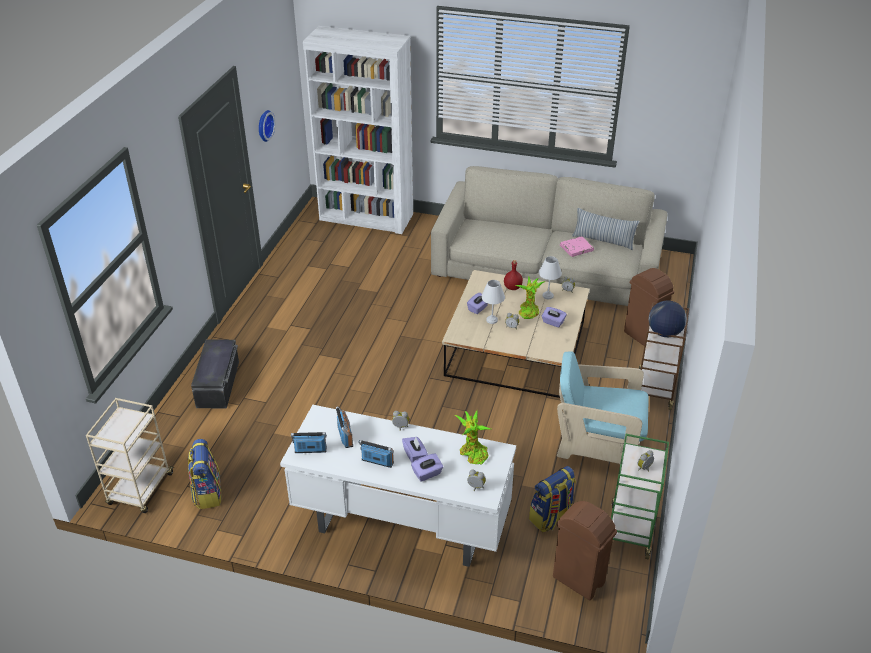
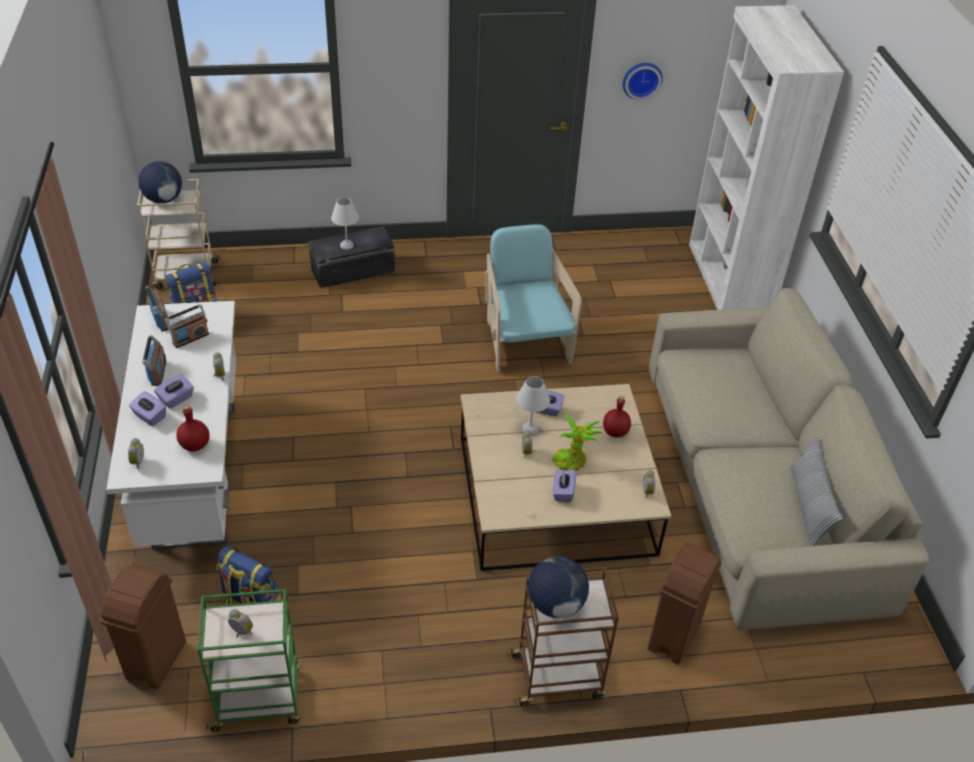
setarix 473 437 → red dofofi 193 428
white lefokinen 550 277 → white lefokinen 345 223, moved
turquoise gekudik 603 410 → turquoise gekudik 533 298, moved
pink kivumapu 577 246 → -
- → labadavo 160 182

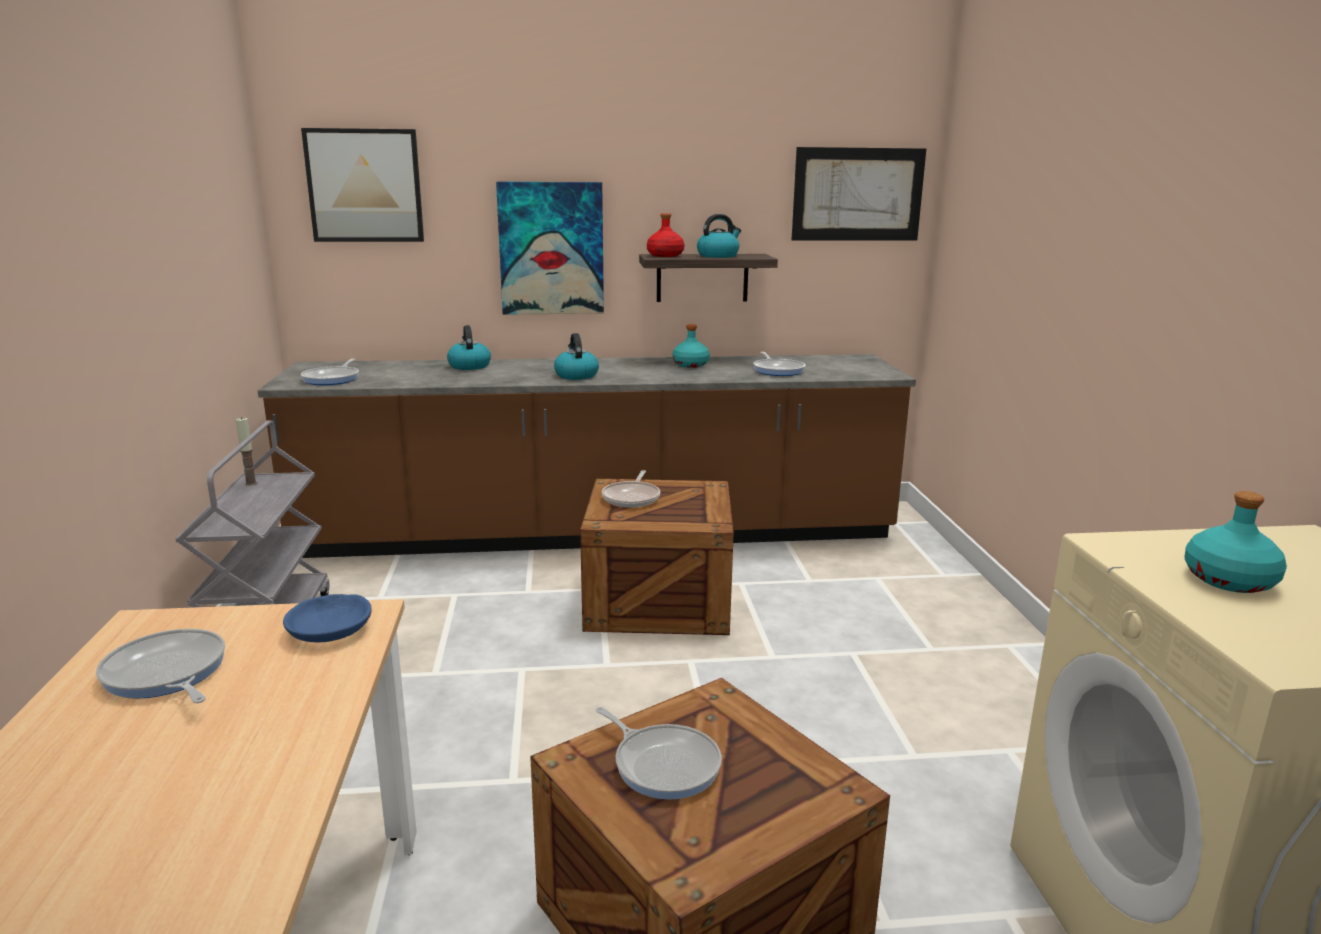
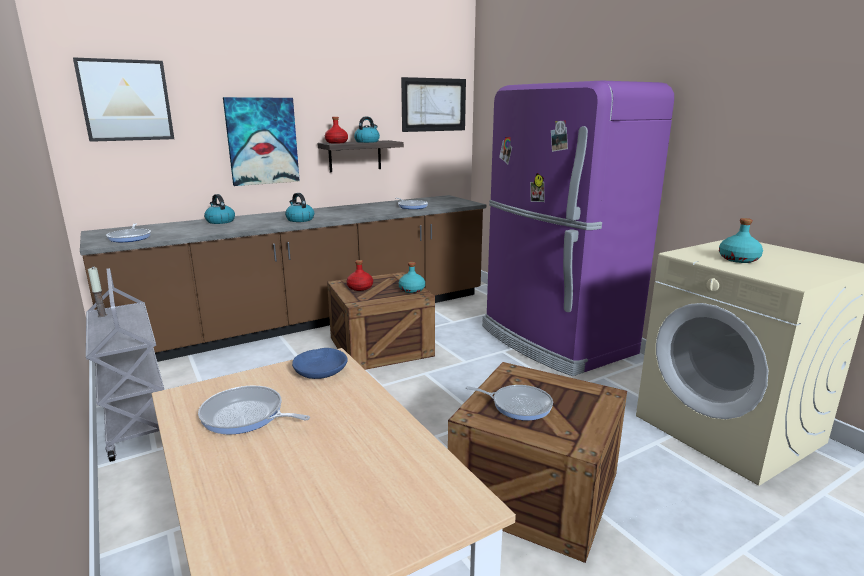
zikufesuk 631 489 → red dofofi 360 275
turquoise dofofi 691 346 → turquoise dofofi 412 277, moved
- → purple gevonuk 578 228

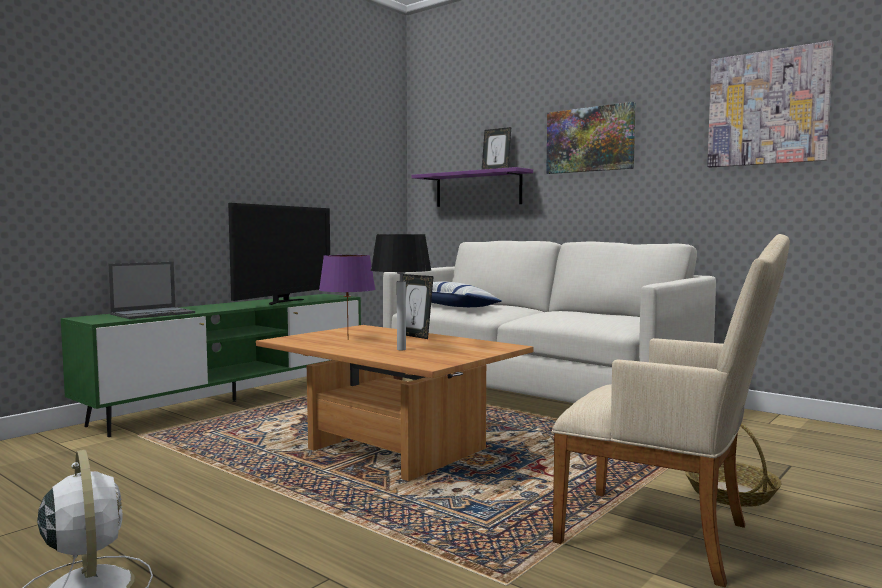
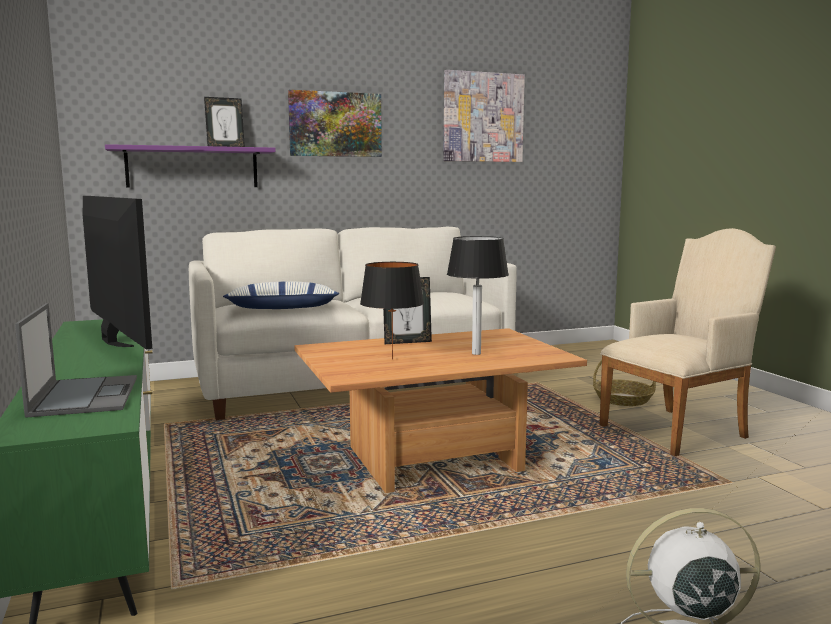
purple lefokinen 347 291 → black lefokinen 392 311

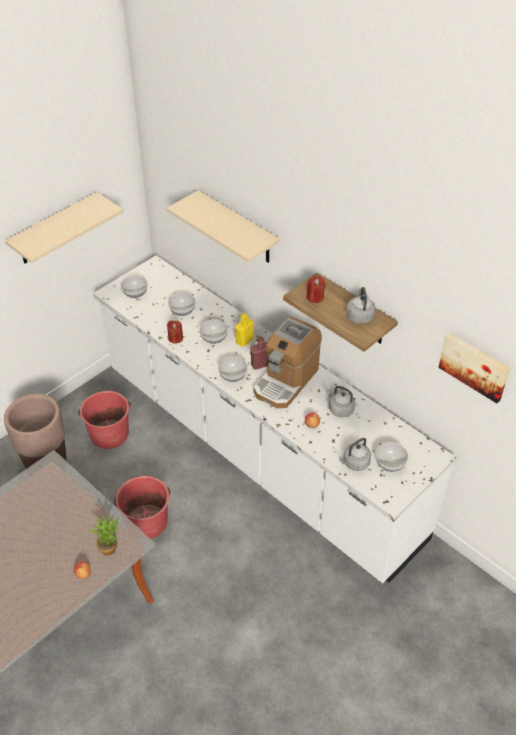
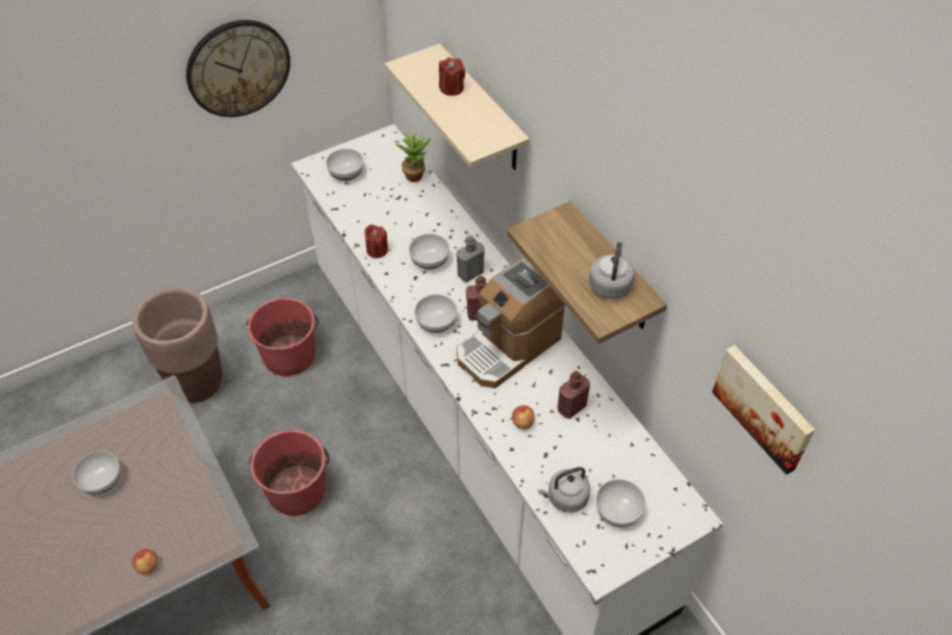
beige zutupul 64 228 → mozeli 238 68
setarix 103 534 → setarix 412 156, moved
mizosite 181 304 → mizosite 96 473, moved
yellow dofofi 244 330 → grey dofofi 470 258
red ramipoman 316 289 → red ramipoman 452 76, moved
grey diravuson 340 401 → red dofofi 573 395

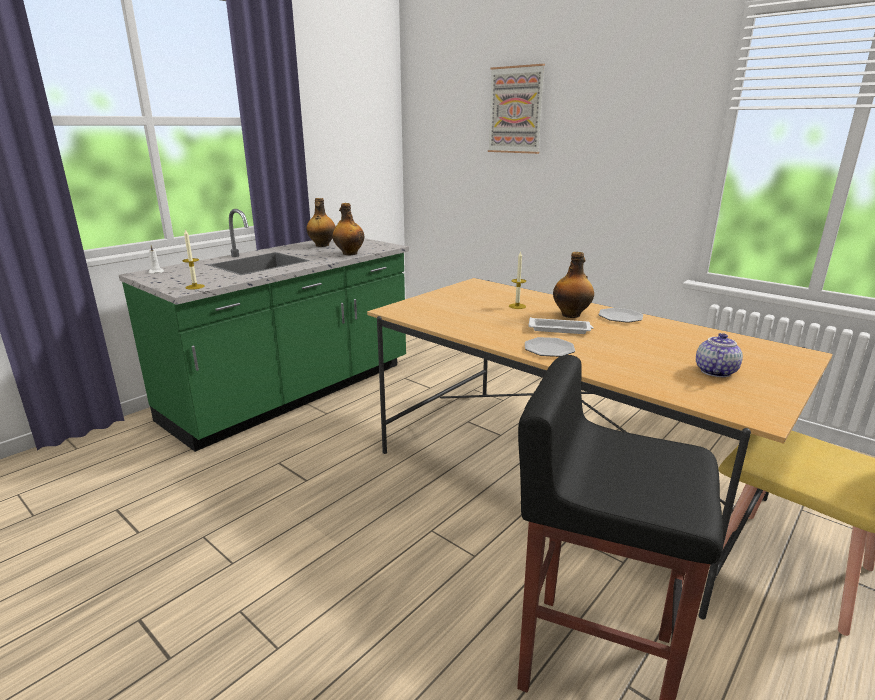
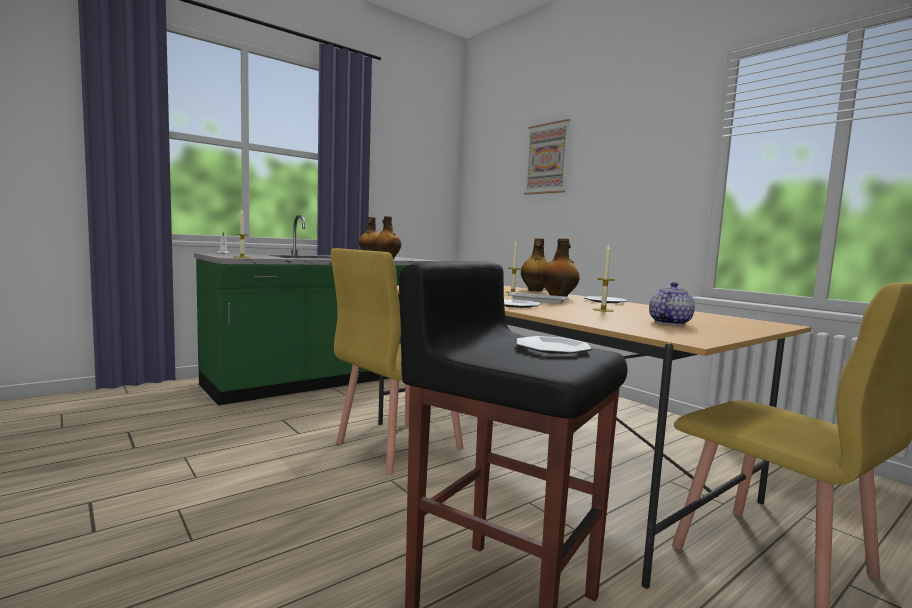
- → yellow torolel 397 361
- → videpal 554 345
- → dofofi 535 264
- → ramipoman 604 278

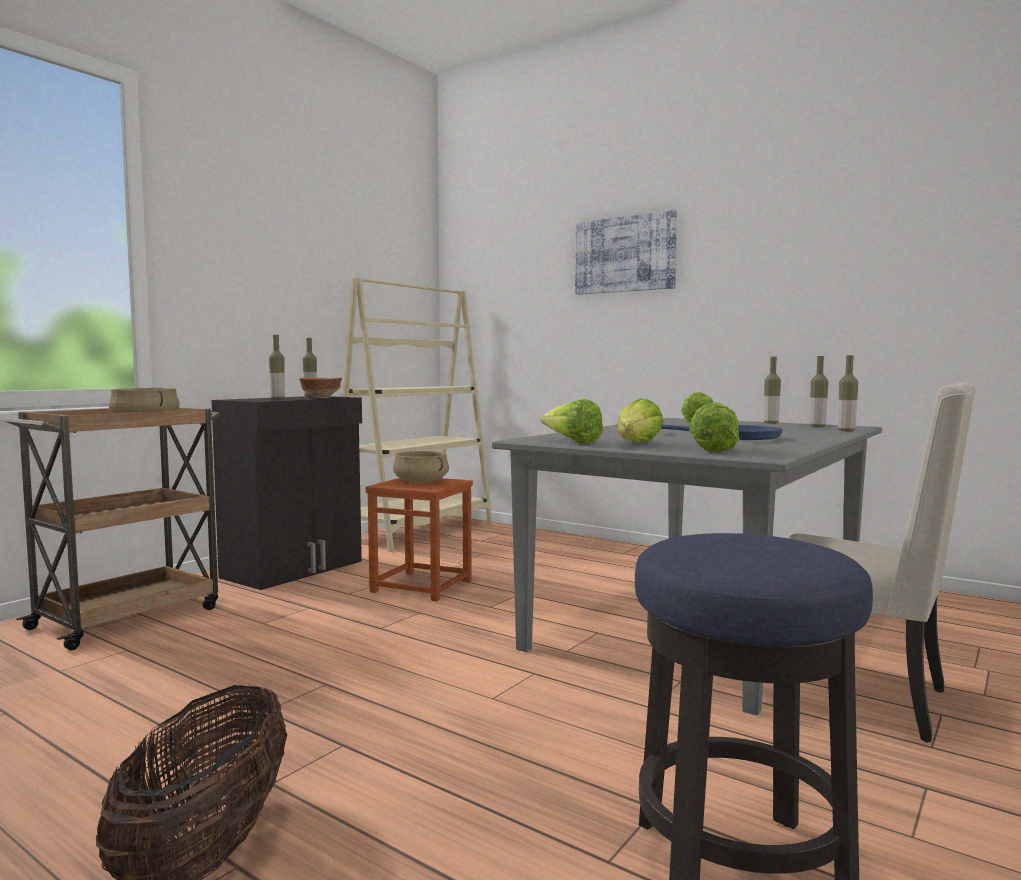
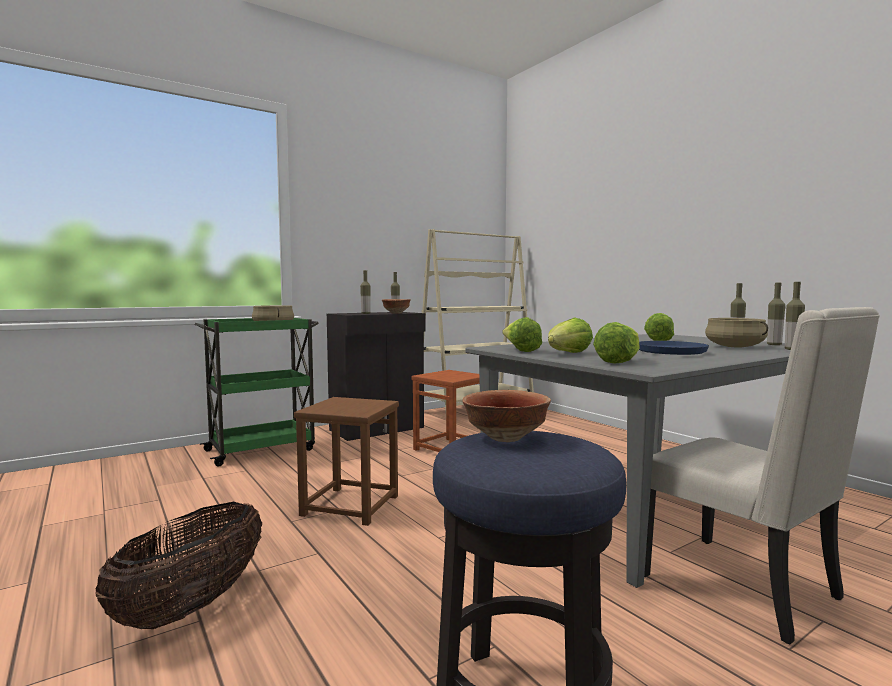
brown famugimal 112 528 → green famugimal 256 392
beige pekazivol 421 467 → beige pekazivol 736 333, moved
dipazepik 626 252 → -
- → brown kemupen 346 461
- → mizosite 506 416

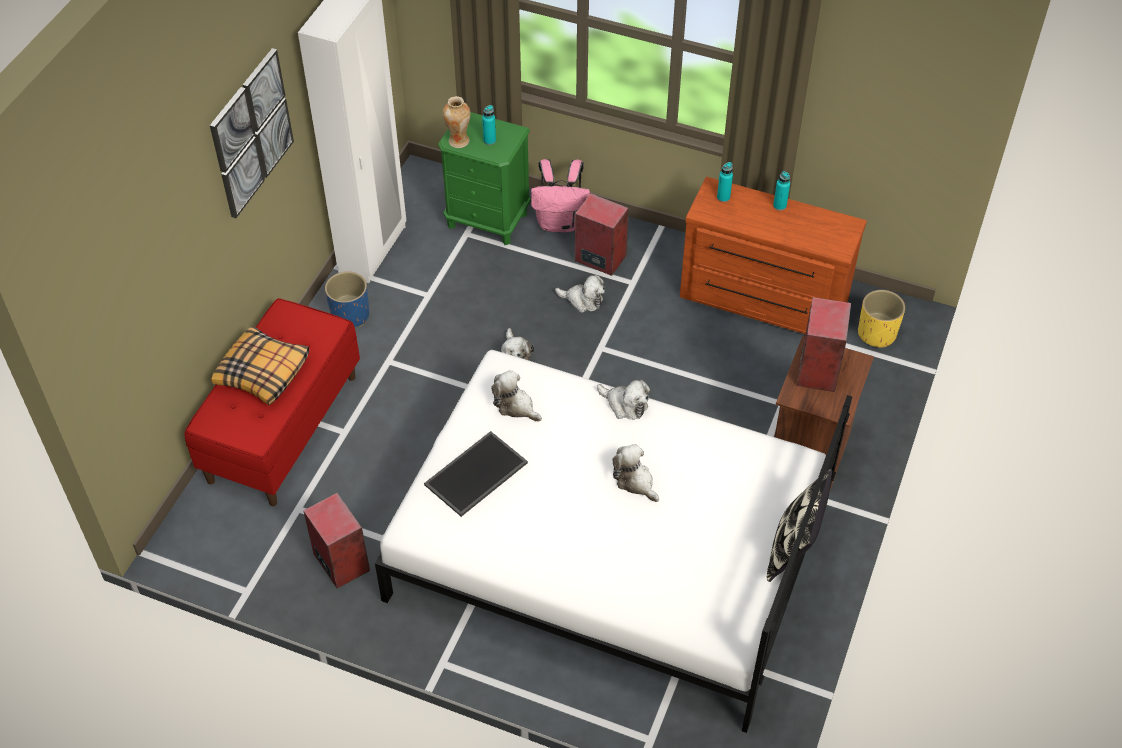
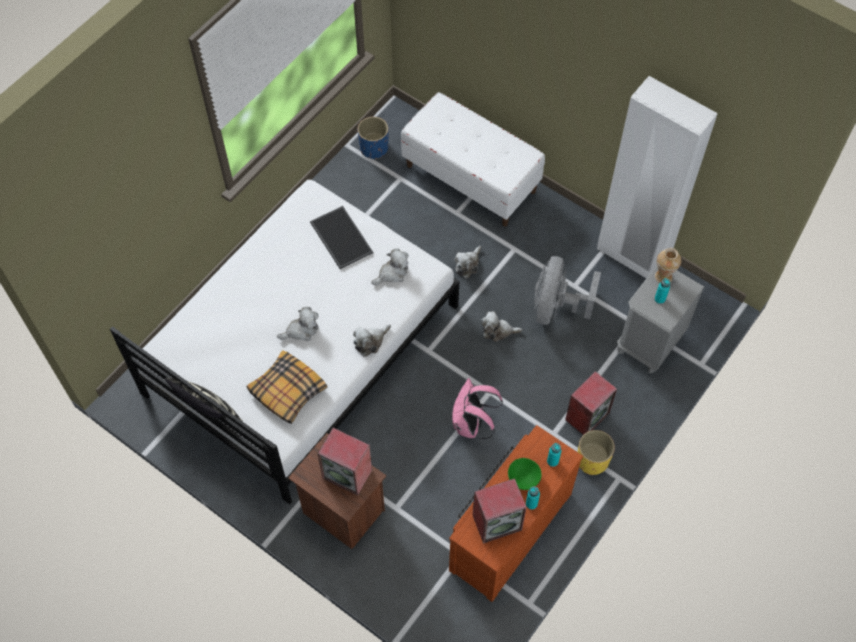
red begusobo 272 402 → white begusobo 473 159
dipazepik 252 133 → -
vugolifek 260 365 → vugolifek 286 387, moved
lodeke 336 541 → lodeke 499 511, moved
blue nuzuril 347 299 → blue nuzuril 373 138, moved
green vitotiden 484 178 → grey vitotiden 660 319
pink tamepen 560 195 → pink tamepen 477 408, moved
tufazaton 580 294 → tufazaton 467 262, moved
yellow nuzuril 881 319 → yellow nuzuril 596 452, moved
- → green mizosite 525 474
- → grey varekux 567 290

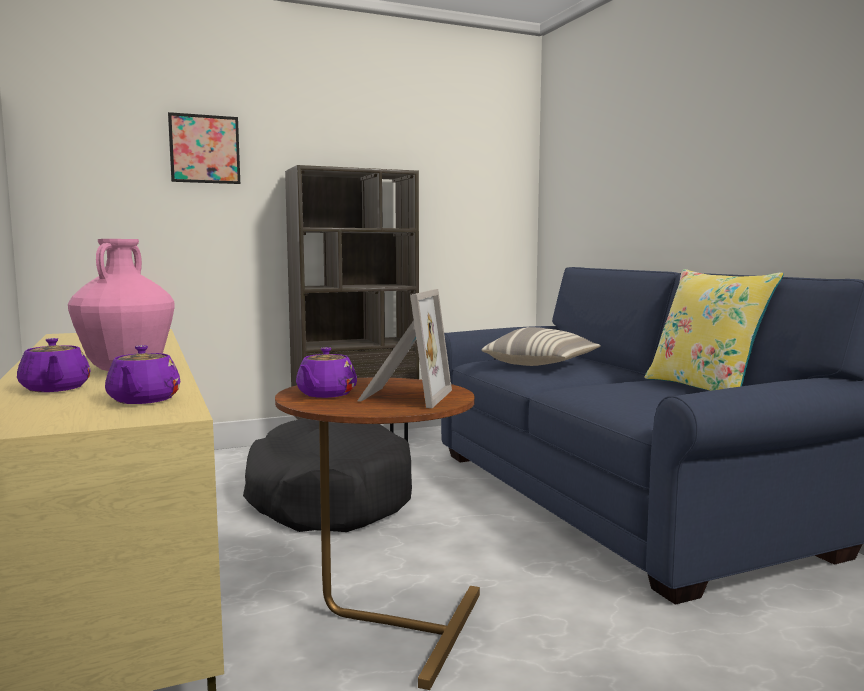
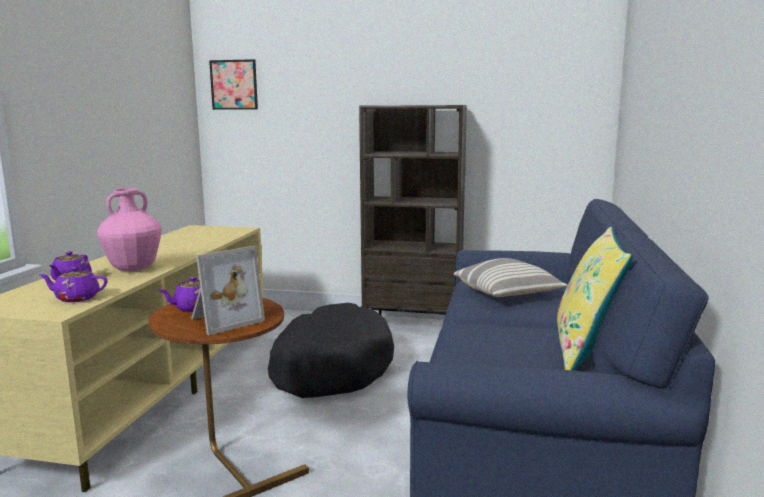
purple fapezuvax 142 374 → purple fapezuvax 73 284, 60 degrees clockwise
dipazepik 204 148 → dipazepik 233 84, moved

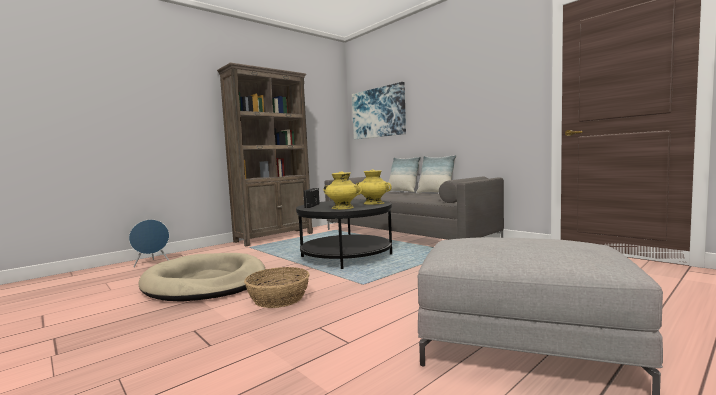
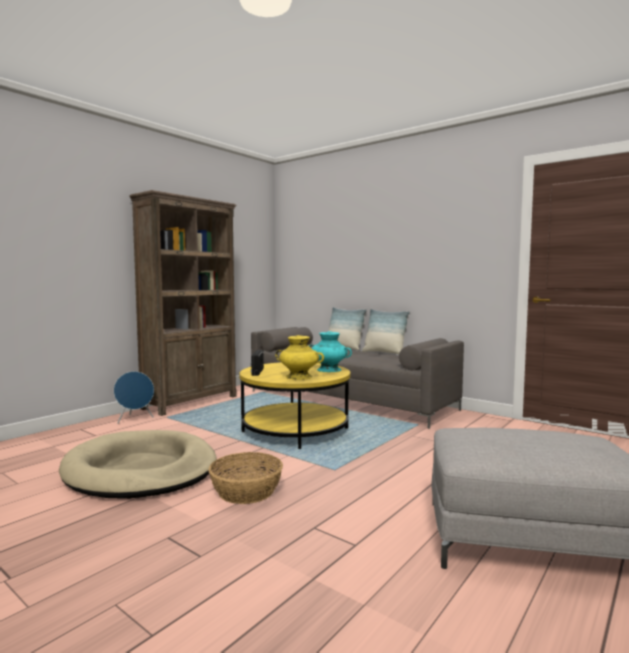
blue lodeke 149 243 → blue lodeke 134 397, moved
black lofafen 344 234 → yellow lofafen 295 405
dipazepik 379 110 → -
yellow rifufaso 374 187 → turquoise rifufaso 330 351

